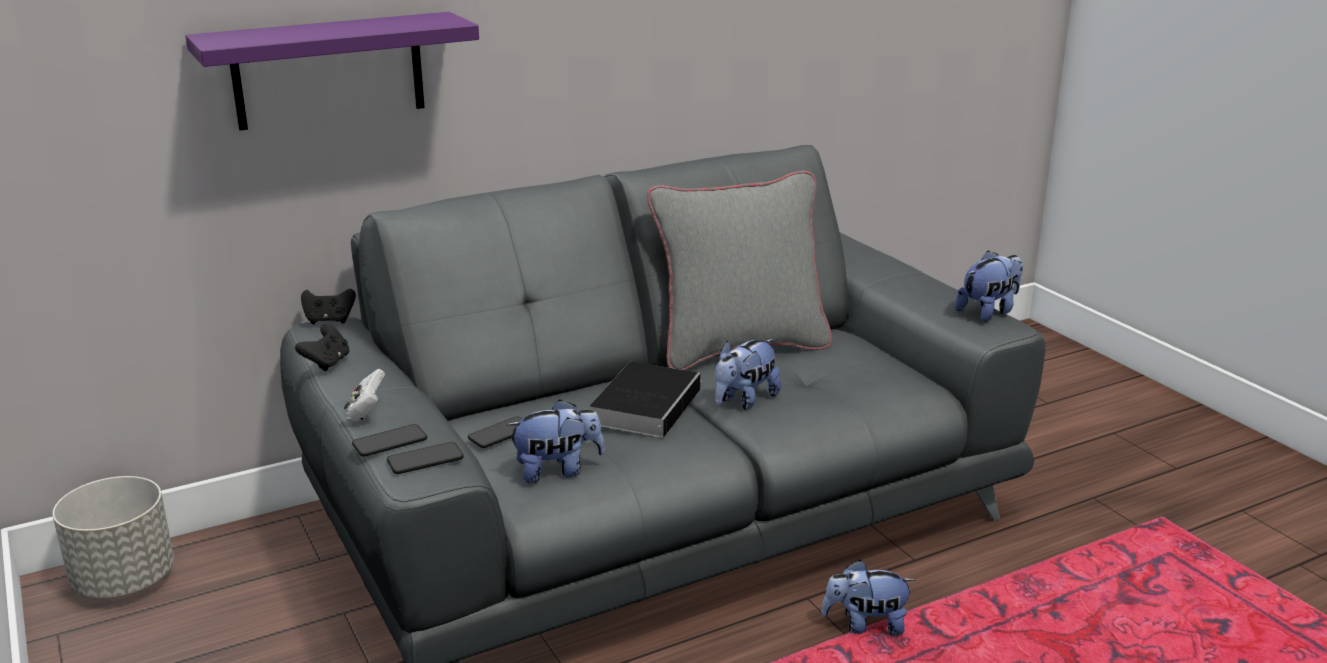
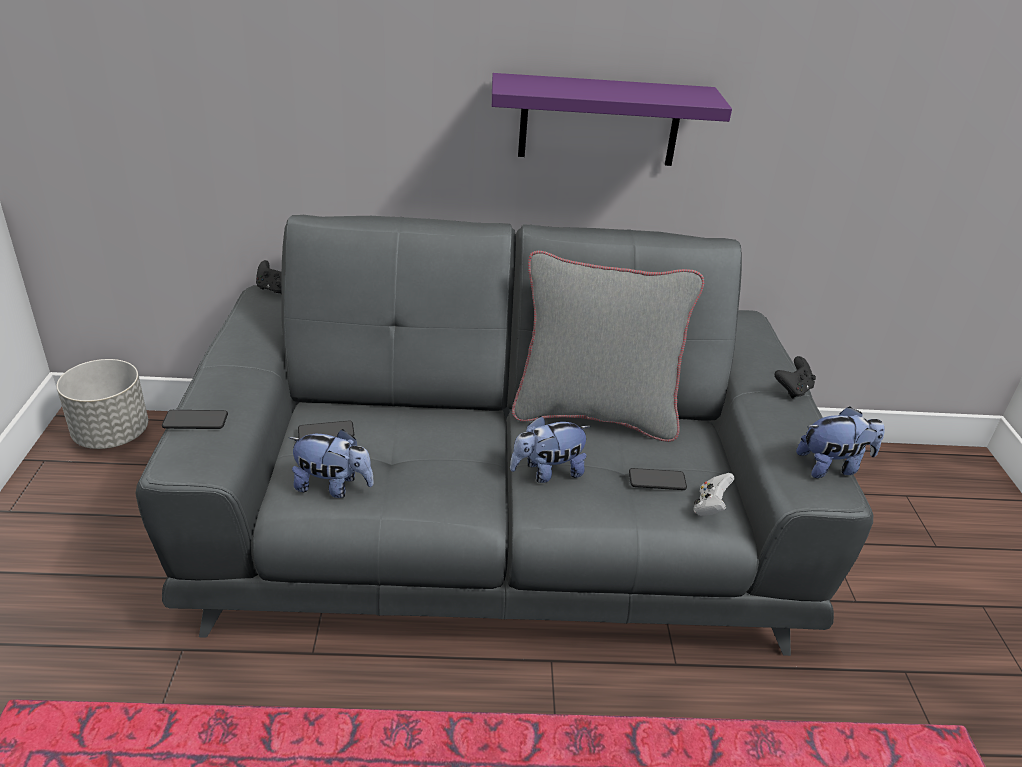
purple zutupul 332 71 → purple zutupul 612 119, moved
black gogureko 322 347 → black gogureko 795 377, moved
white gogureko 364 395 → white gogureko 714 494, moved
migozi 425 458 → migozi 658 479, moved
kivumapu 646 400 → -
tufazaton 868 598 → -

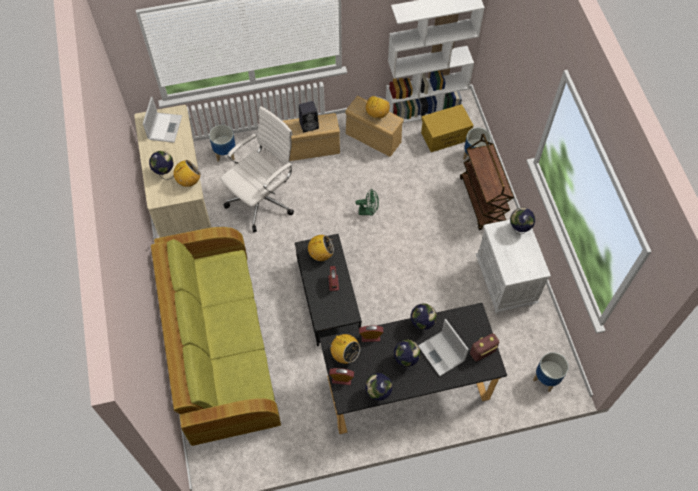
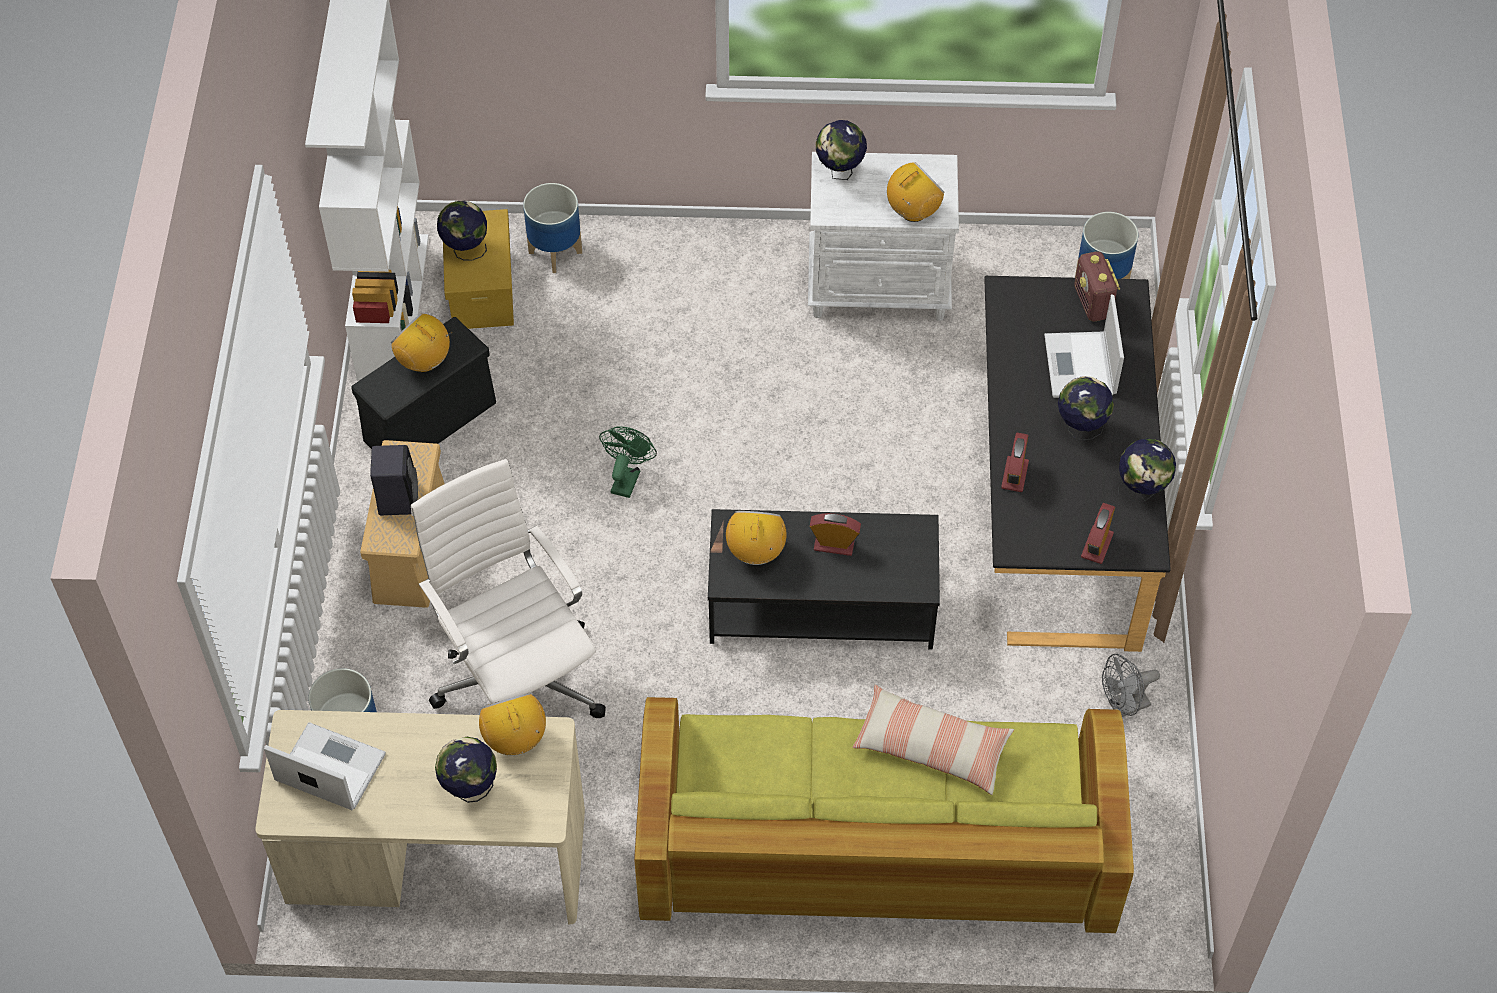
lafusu 344 349 → lafusu 916 192, moved
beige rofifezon 374 126 → black rofifezon 423 383
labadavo 424 319 → labadavo 462 230, moved
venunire 443 347 → venunire 1084 346, 105 degrees clockwise
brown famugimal 487 182 → -
- → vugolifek 933 740
- → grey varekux 1131 685

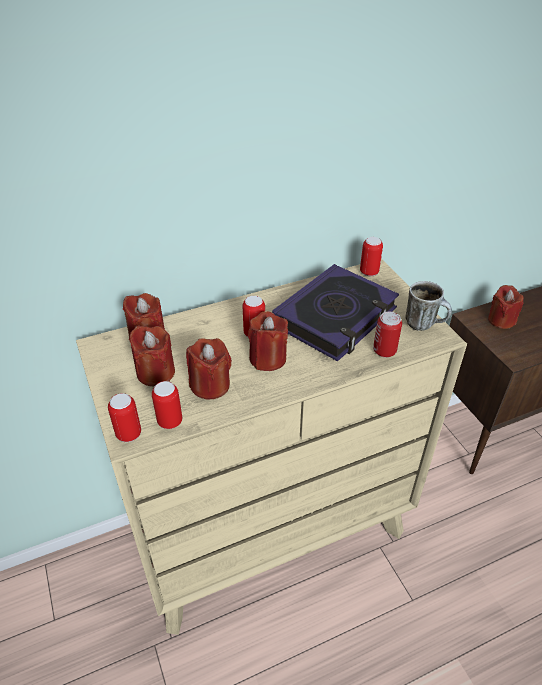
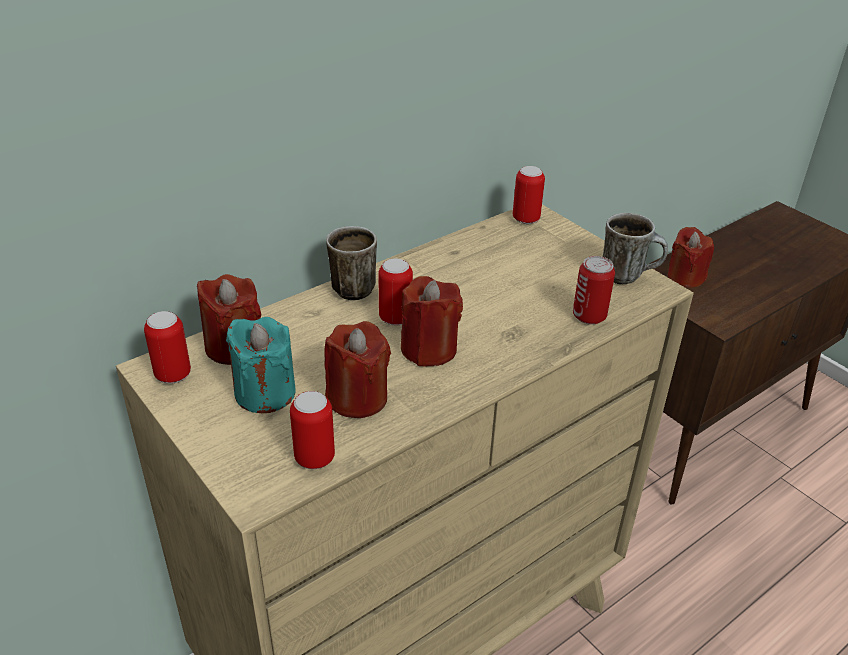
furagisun 124 417 → furagisun 167 347, moved
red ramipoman 152 356 → turquoise ramipoman 261 365
kivumapu 335 312 → -
- → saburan 351 263

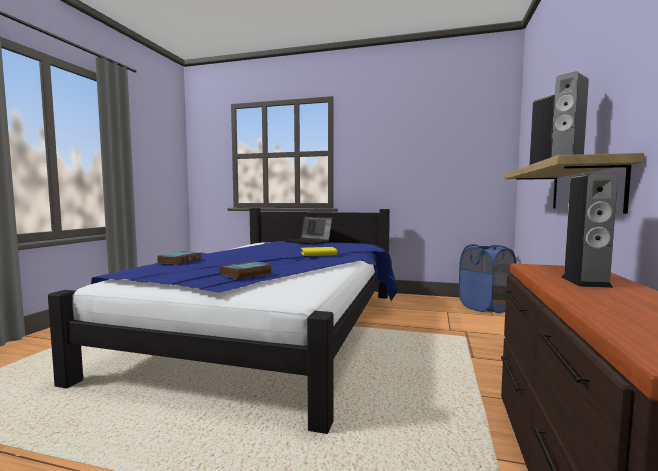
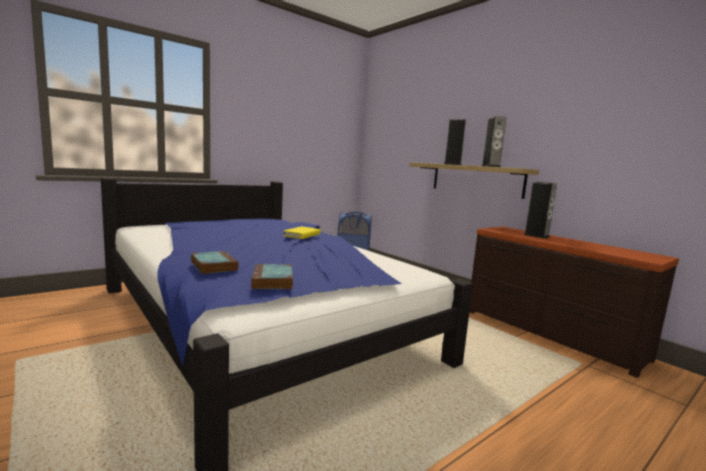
kivumapu 246 270 → kivumapu 272 276, moved
venunire 309 230 → -

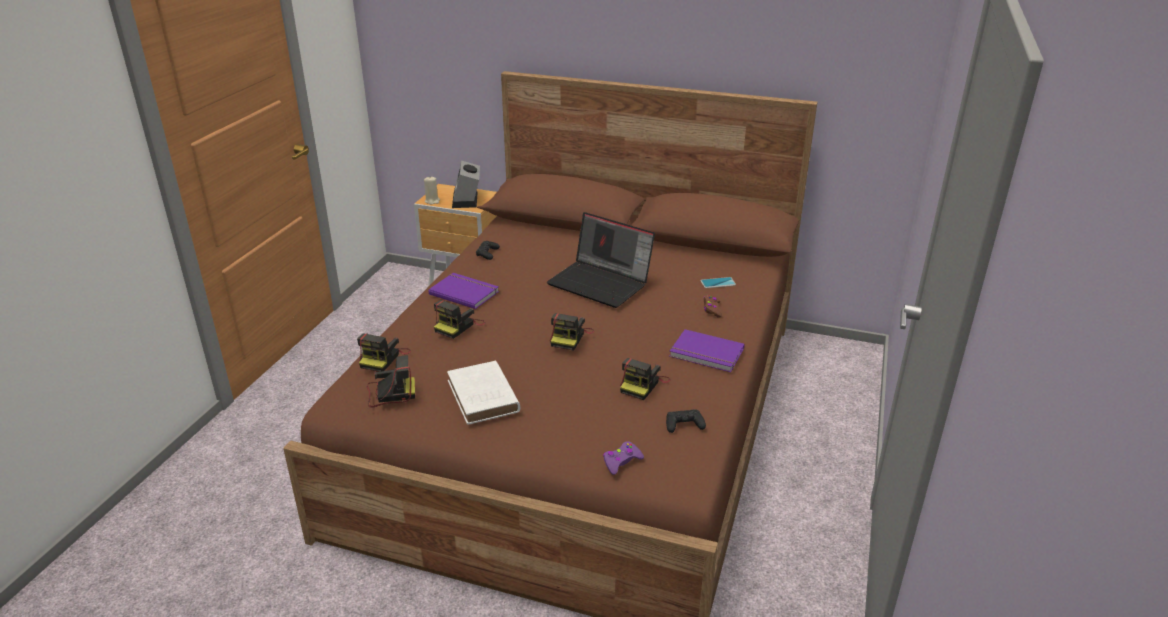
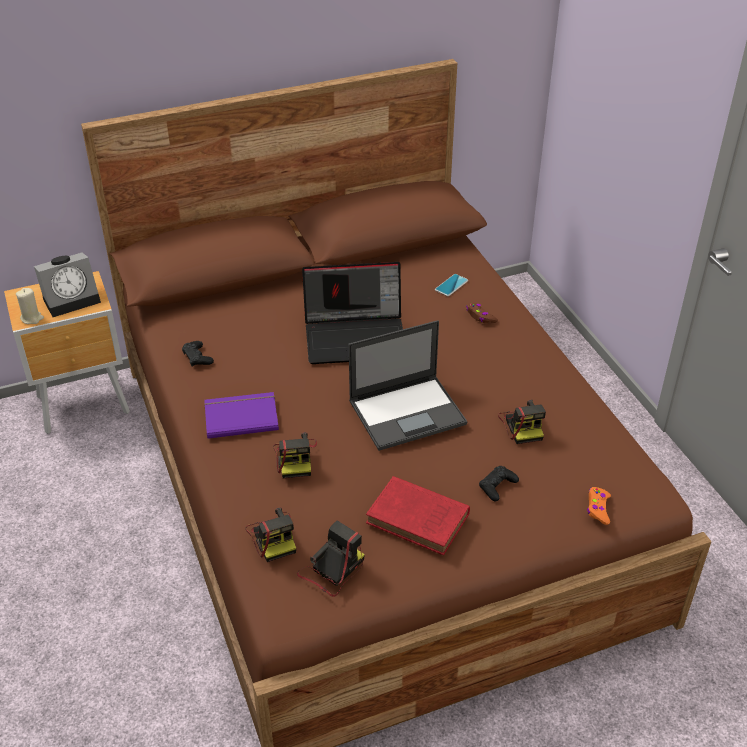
white kivumapu 483 393 → red kivumapu 418 515
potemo 466 184 → potemo 67 284, 75 degrees counterclockwise
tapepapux 572 332 → venunire 408 385
purple gogureko 623 458 → orange gogureko 599 506
black gogureko 686 421 → black gogureko 499 484, moved
purple kivumapu 706 350 → -

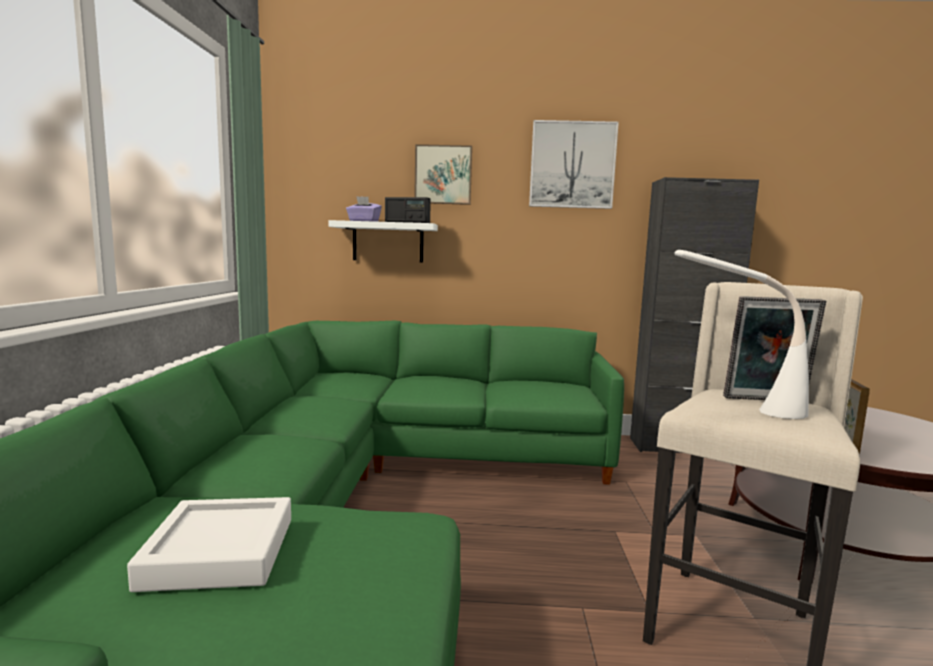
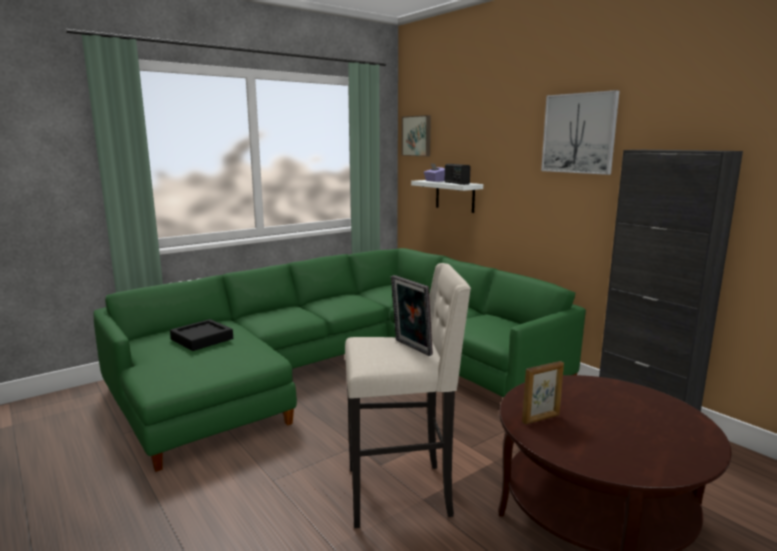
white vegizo 209 544 → black vegizo 201 335
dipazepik 443 174 → dipazepik 416 135, moved
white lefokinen 741 334 → -

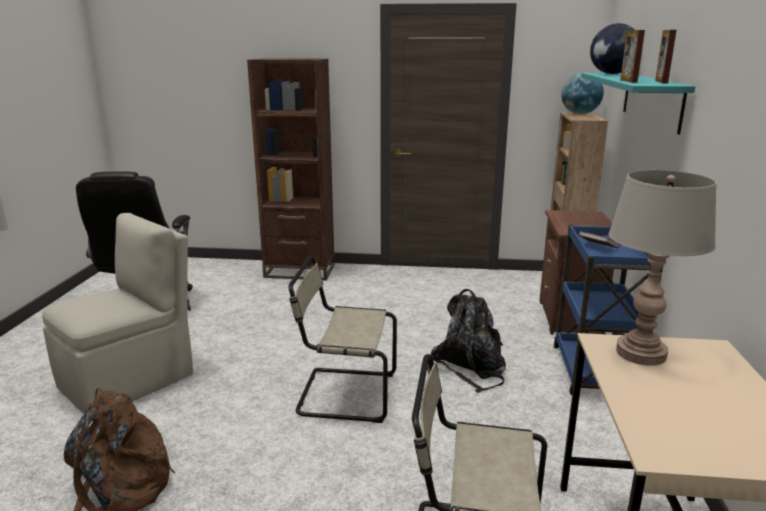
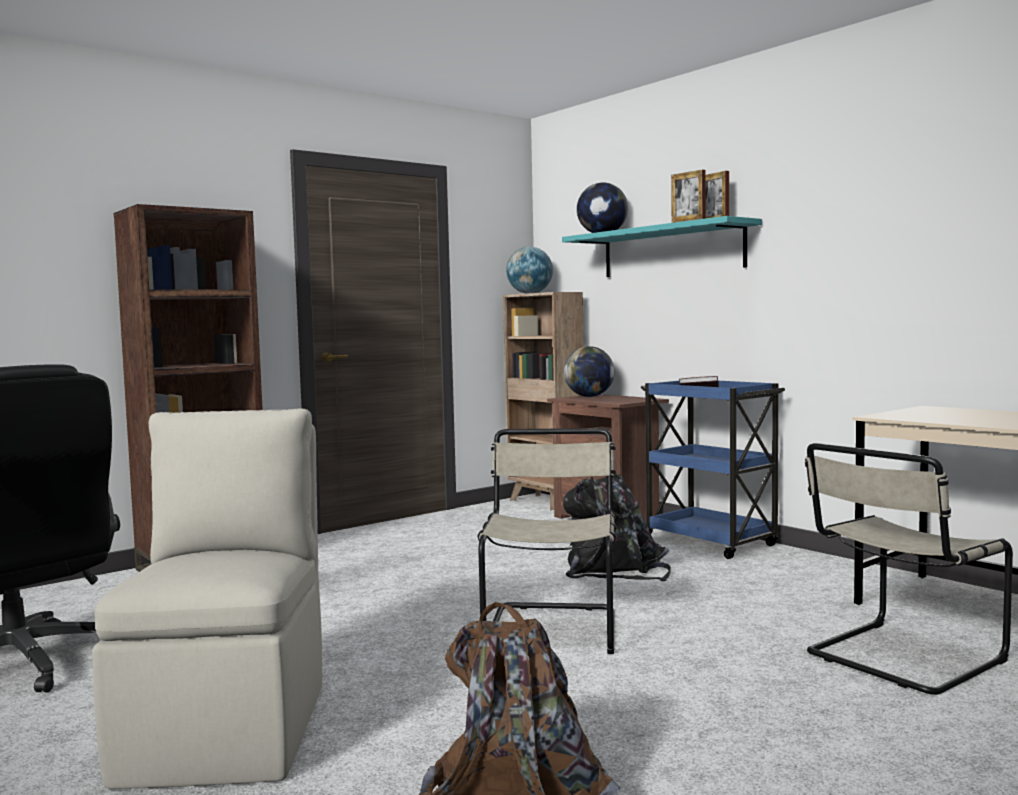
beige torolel 342 339 → beige torolel 547 541, 135 degrees clockwise
grey lefokinen 662 268 → -
- → labadavo 589 371

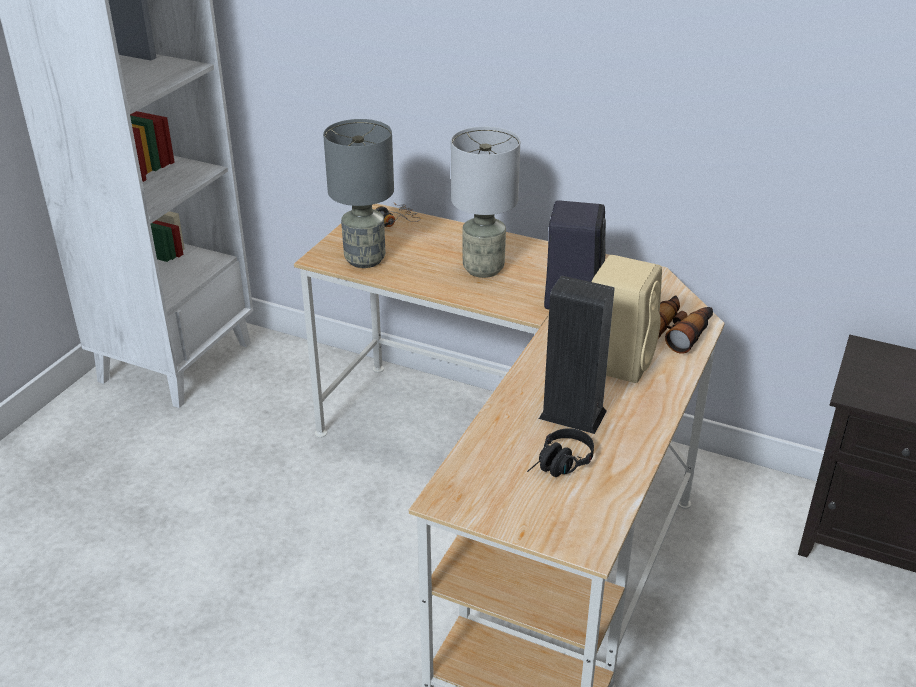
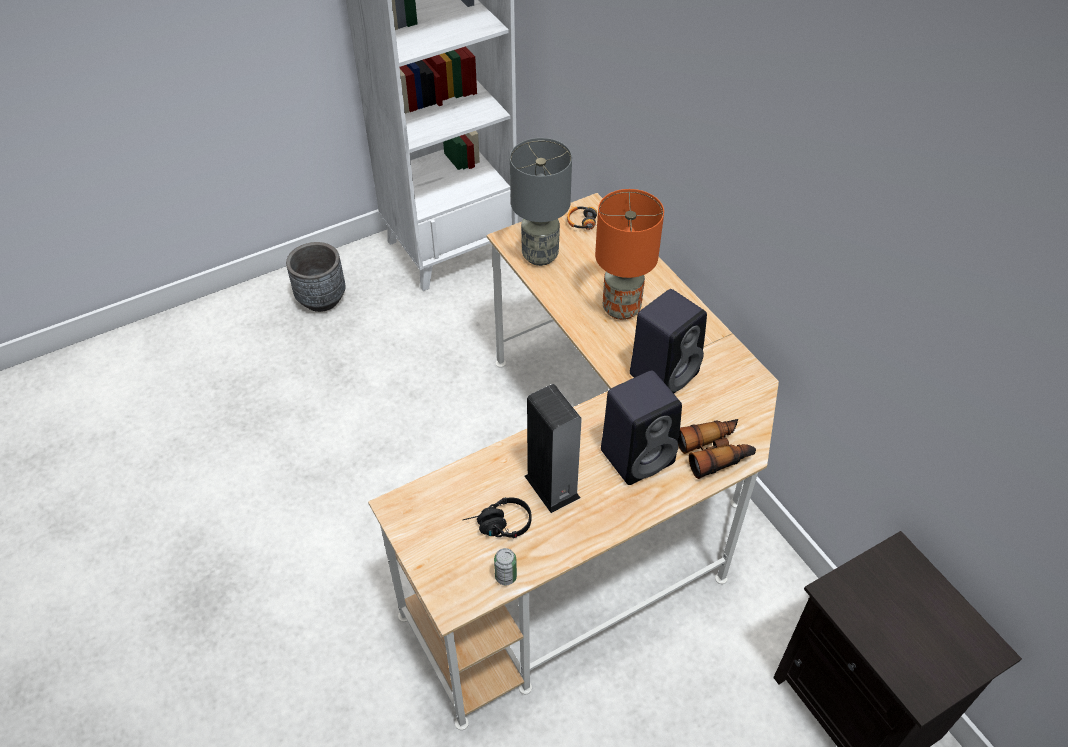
grey lefokinen 485 202 → orange lefokinen 629 254
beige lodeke 627 319 → black lodeke 641 427
- → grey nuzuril 316 277
- → furagisun 505 566

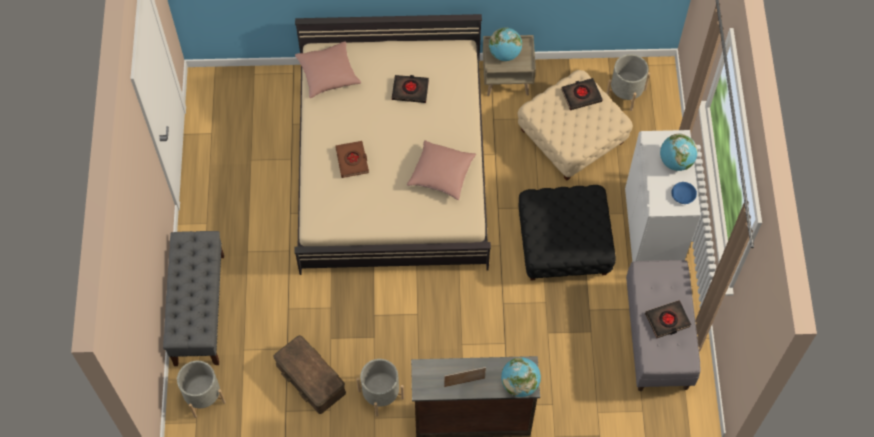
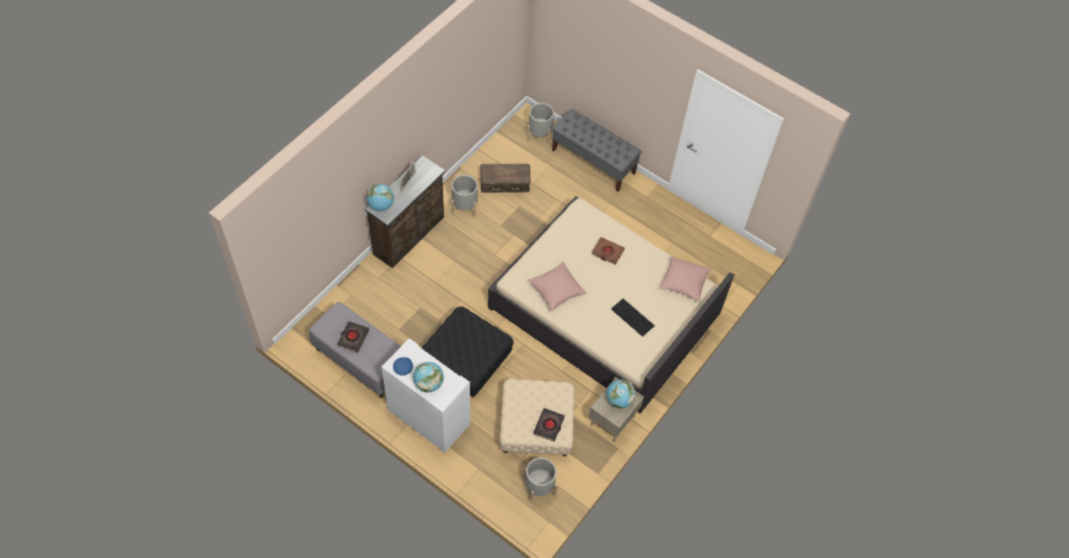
black kivumapu 410 89 → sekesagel 633 318

